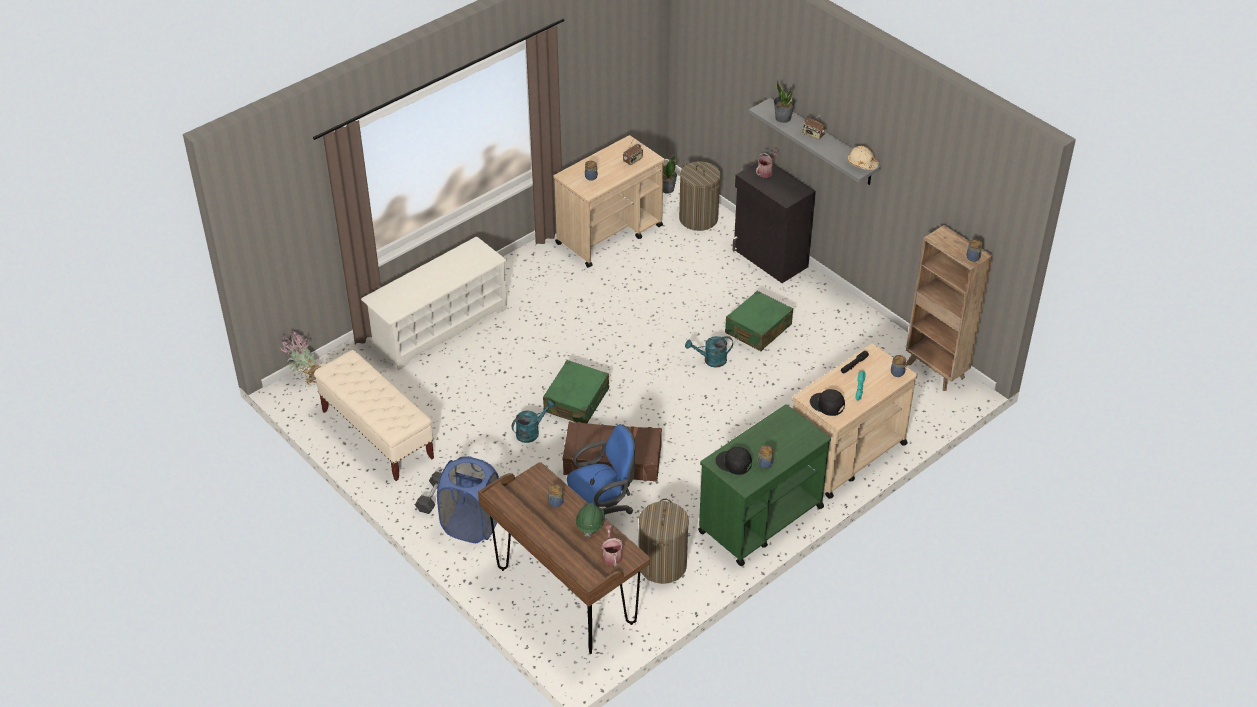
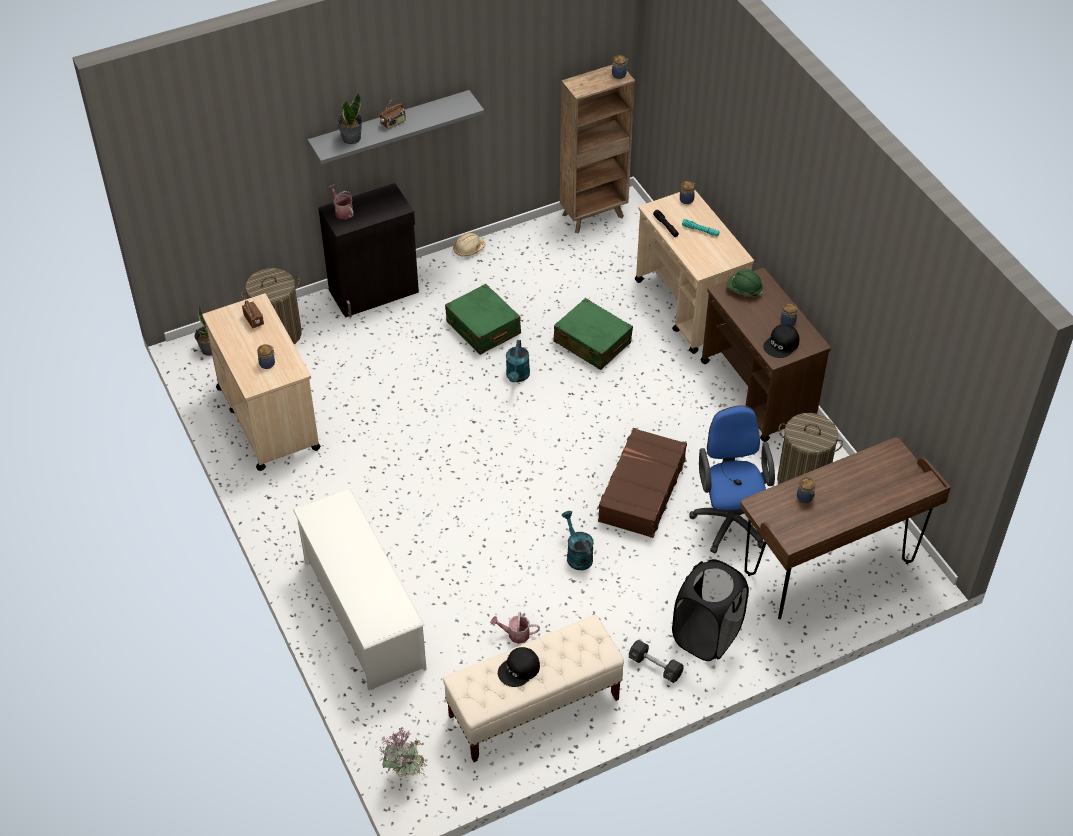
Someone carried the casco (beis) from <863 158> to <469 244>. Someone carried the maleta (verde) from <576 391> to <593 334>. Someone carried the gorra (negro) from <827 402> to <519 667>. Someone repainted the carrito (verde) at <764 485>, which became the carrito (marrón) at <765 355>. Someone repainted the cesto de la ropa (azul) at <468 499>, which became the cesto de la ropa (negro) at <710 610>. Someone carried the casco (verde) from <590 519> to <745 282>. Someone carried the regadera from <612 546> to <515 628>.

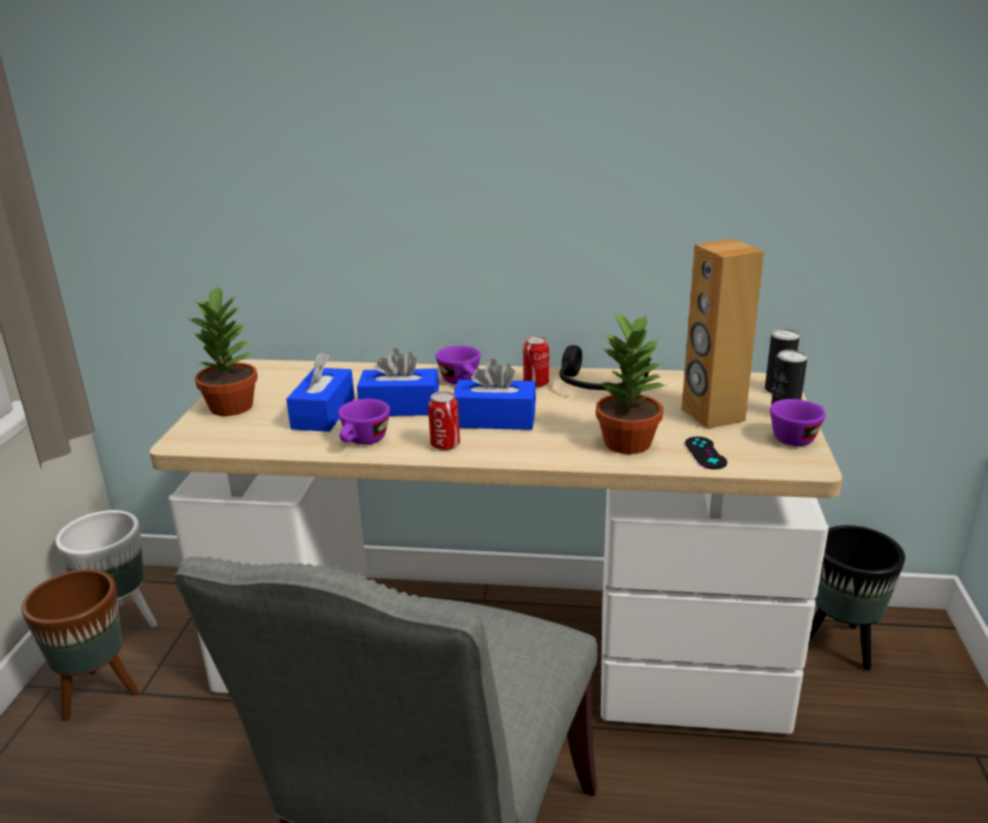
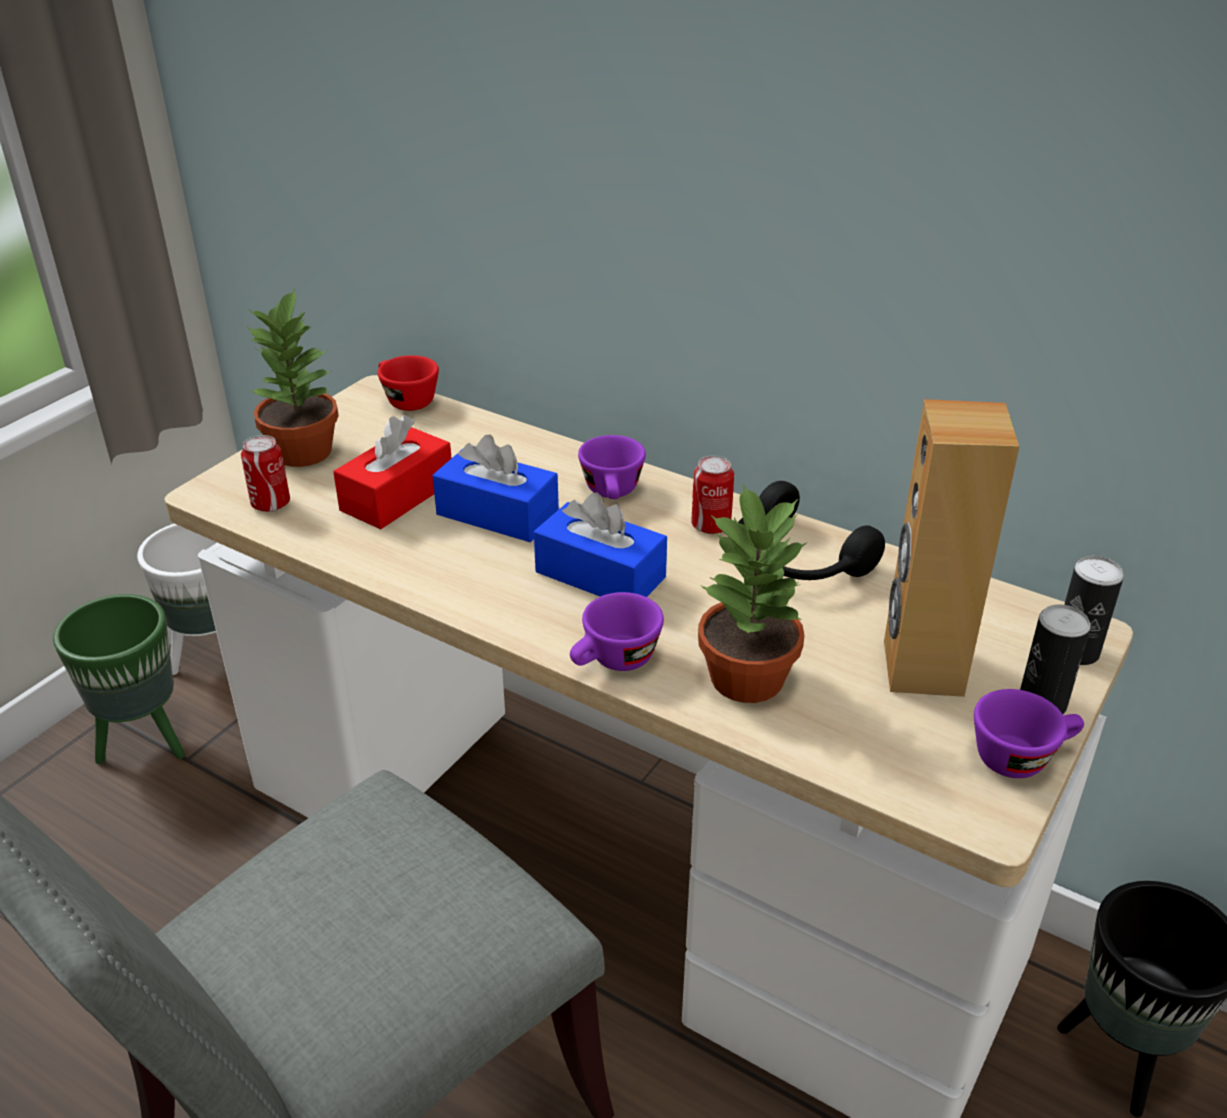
Someone repainted the caja de pañuelos (azul) at <320 392>, which became the caja de pañuelos (rojo) at <392 472>. Someone carried the lata from <444 420> to <265 473>. Someone carried the taza (morado) from <364 422> to <617 631>. Someone took away the mando de consola (negro) at <706 453>. Someone repainted the maceta (marrón) at <80 645>, which became the maceta (verde) at <119 679>. Someone put down the taza (rojo) at <408 383>.

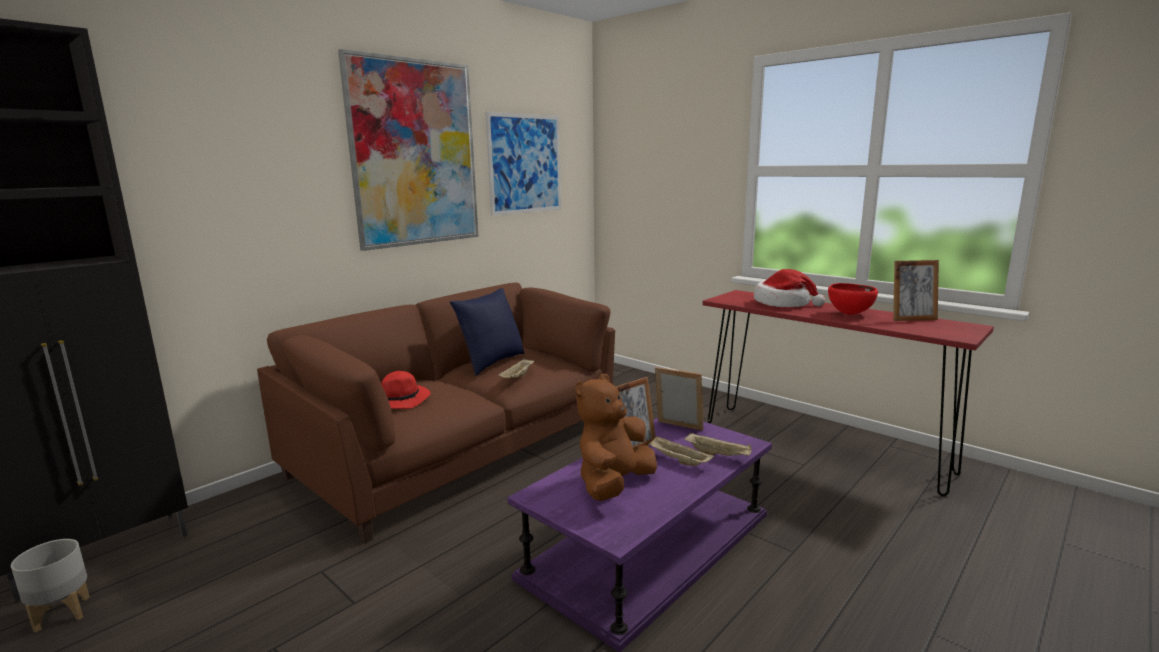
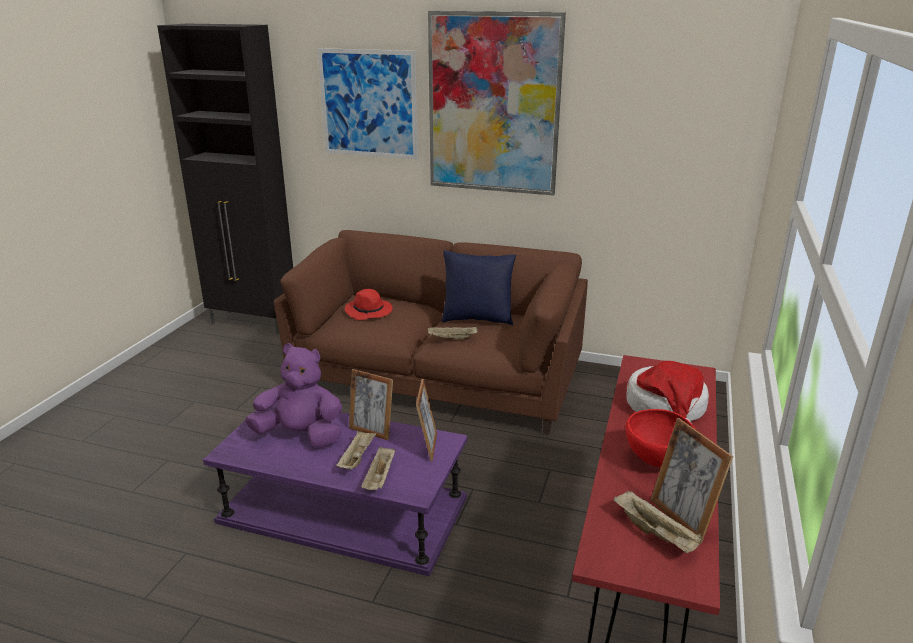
Someone carried the cuadro from <523 164> to <368 103>. Someone repainted the peluche (marrón) at <616 437>, which became the peluche (morado) at <293 395>. Someone took away the maceta (gris) at <50 586>. Someone put down the bandeja (beis) at <658 522>.

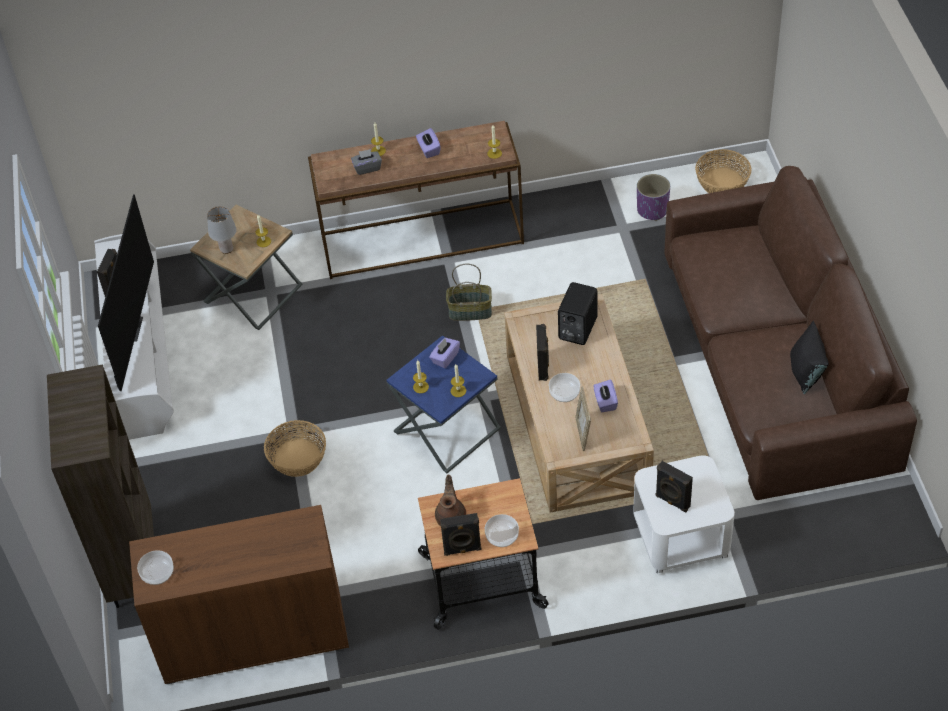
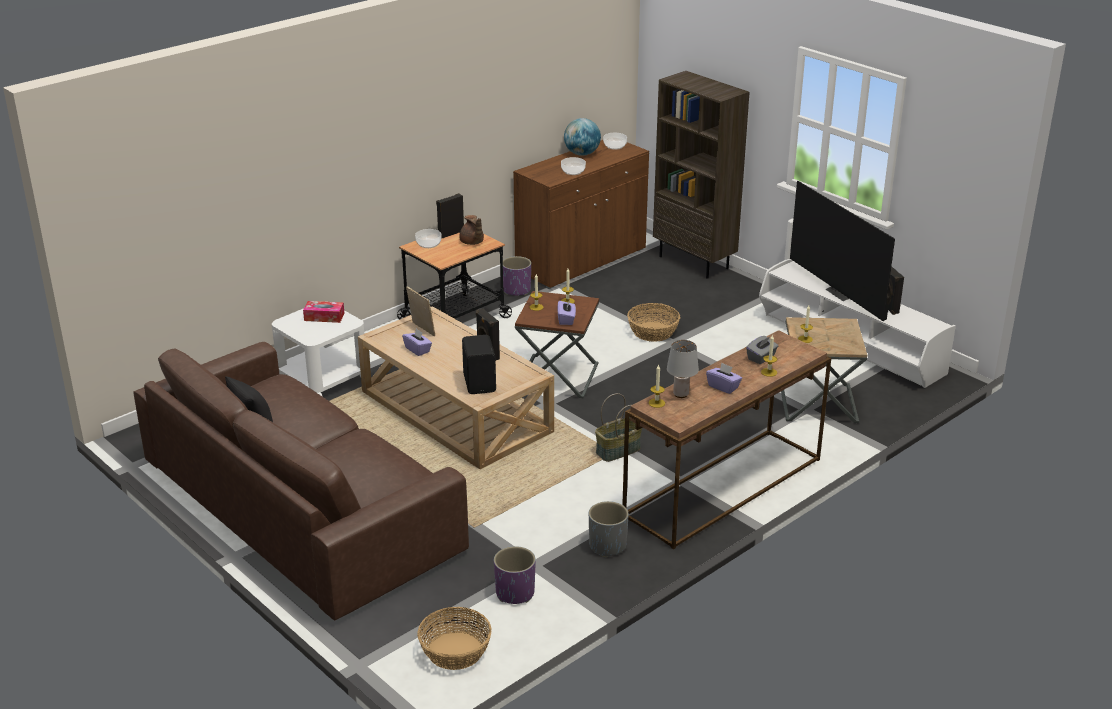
Someone carried the lámpara de mesa (gris) from <222 230> to <683 369>. Someone repainted the mesa auxiliar (azul) at <443 404>, which became the mesa auxiliar (marrón) at <557 344>. Someone carried the cuenco from <564 387> to <573 166>. Someone swapped the altavoz (negro) at <674 486> for the caja de pañuelos at <324 312>. Someone put down the globo terráqueo at <582 137>. Someone put down the maceta (morado) at <517 276>. Someone put down the maceta (gris) at <609 529>.

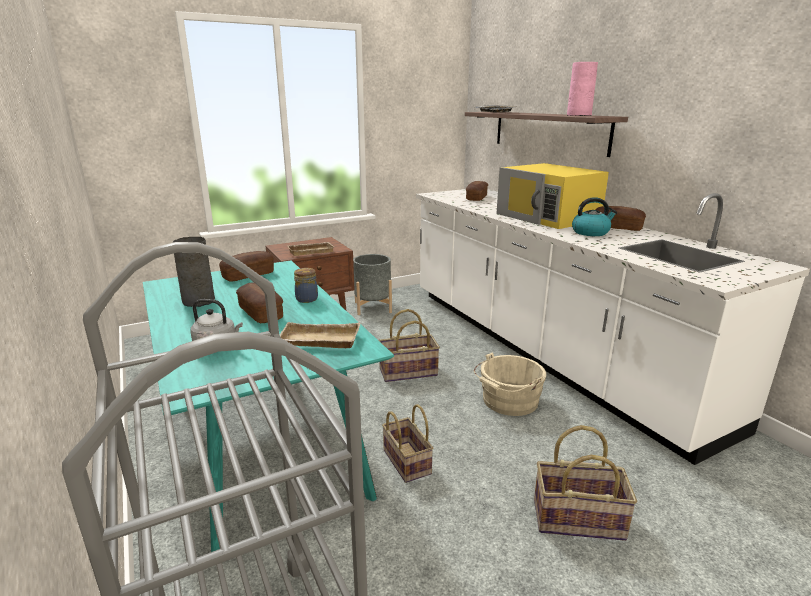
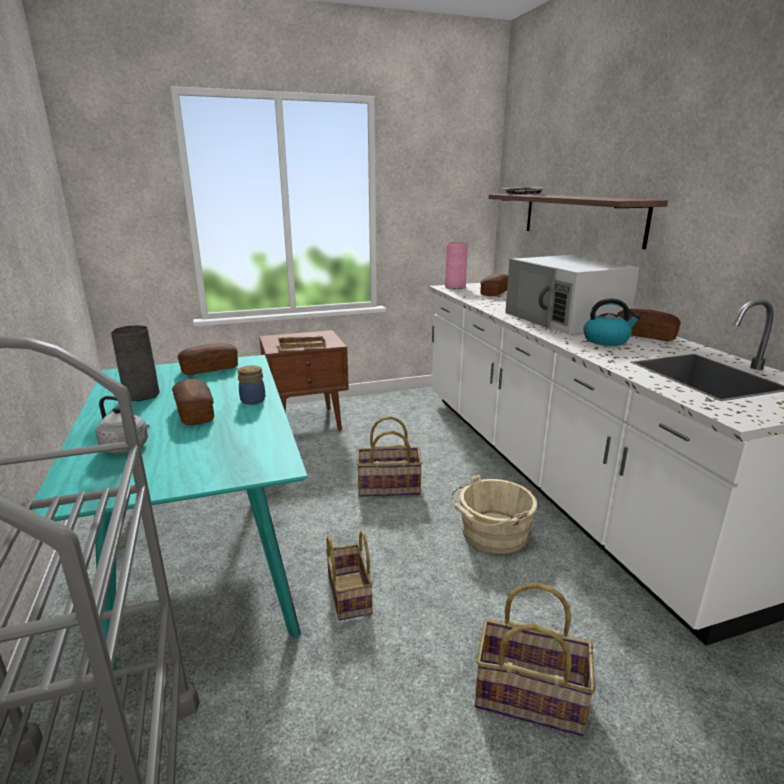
Someone carried the florero (rosa) from <582 89> to <456 265>. Someone repainted the microondas (amarillo) at <552 196>, which became the microondas (blanco) at <572 294>. Someone took away the maceta (gris) at <372 284>. Someone took away the bandeja (beis) at <320 335>.

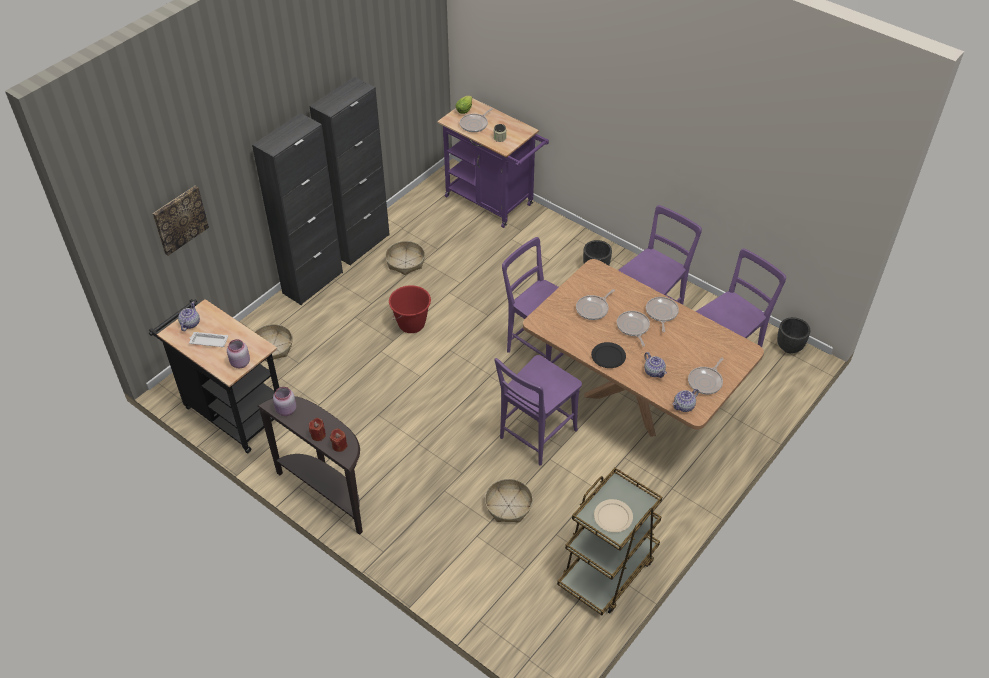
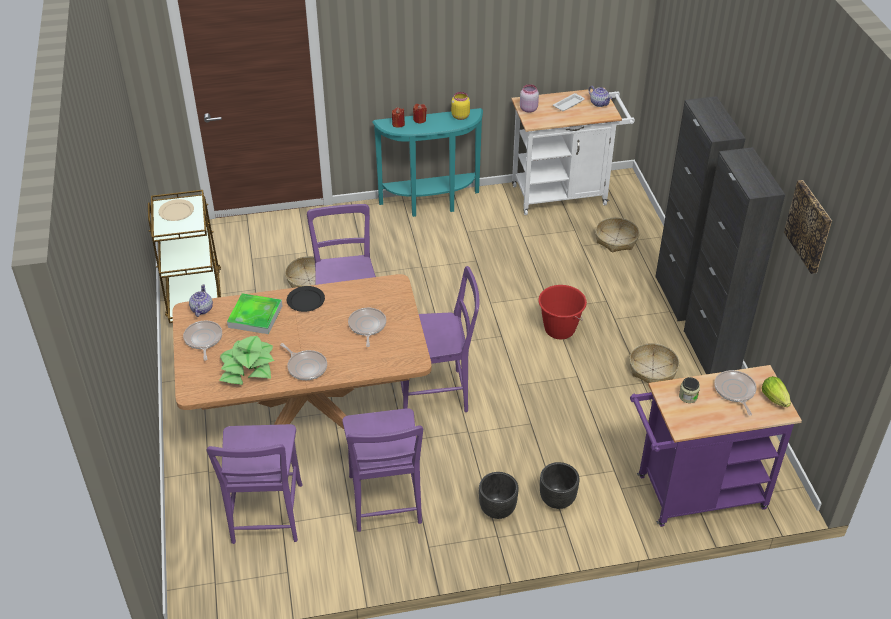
Someone carried the cuadro from <181 221> to <808 227>. Someone repainted the carrito (negro) at <214 376>, which became the carrito (blanco) at <573 151>. Someone took away the sartén at <633 328>. Someone carried the maceta (negro) from <793 335> to <560 485>. Someone swapped the tetera at <655 365> for the bandeja at <254 313>. Someone repainted the tarro (rosa) at <284 401>, which became the tarro (amarillo) at <460 106>. Someone repainted the mesa consola (marrón) at <310 465>, which became the mesa consola (turquesa) at <427 162>. Someone put down the planta en maceta at <246 360>.

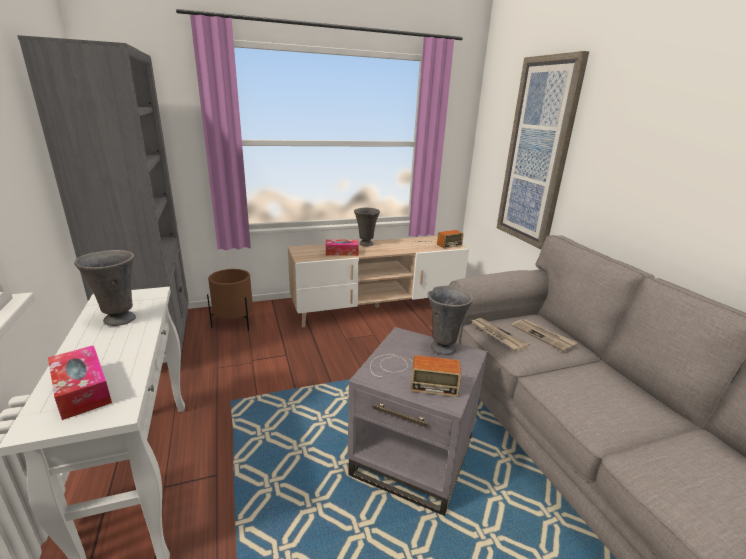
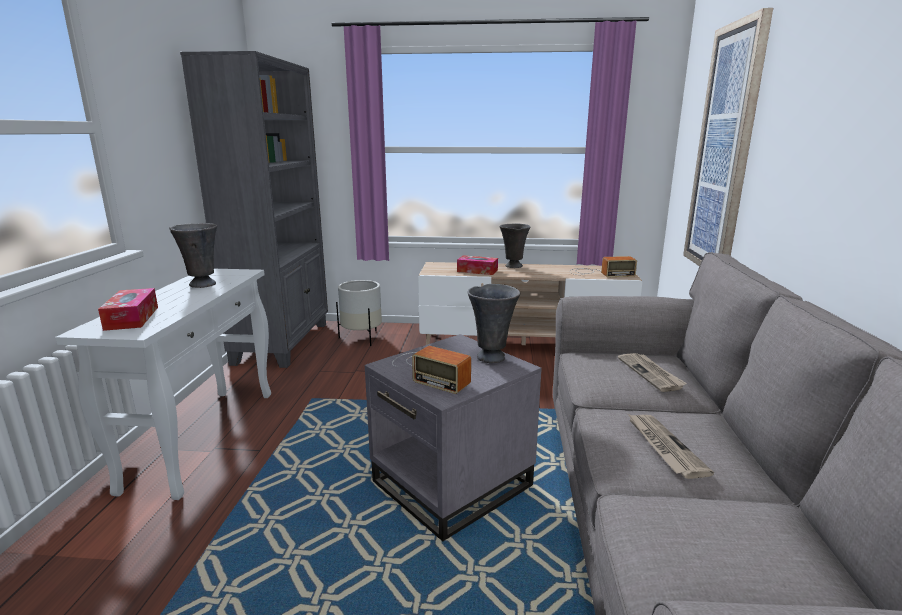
Someone repainted the maceta (marrón) at <230 300>, which became the maceta (blanco) at <359 313>. Someone carried the periódico from <500 334> to <671 446>.

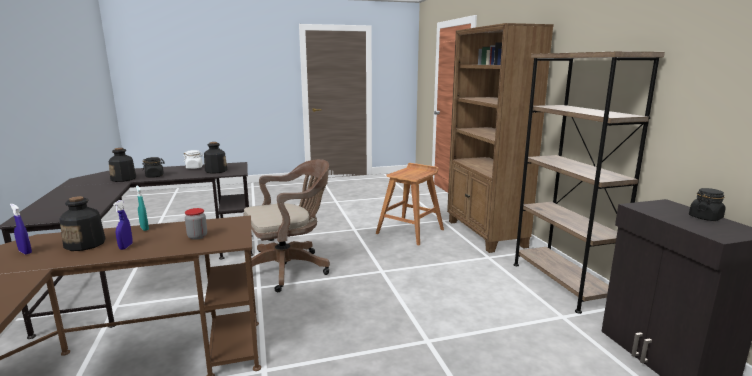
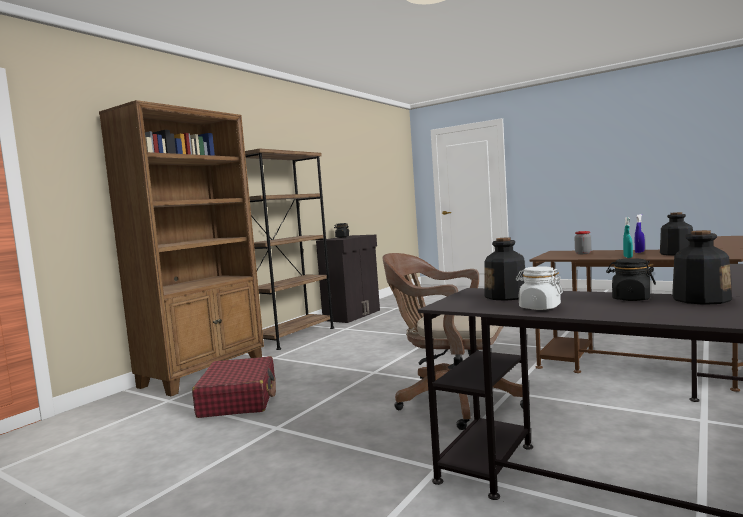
Someone swapped the taburete (marrón) at <410 204> for the maleta (rojo) at <234 387>. Someone took away the pulverizador (azul) at <21 229>.

